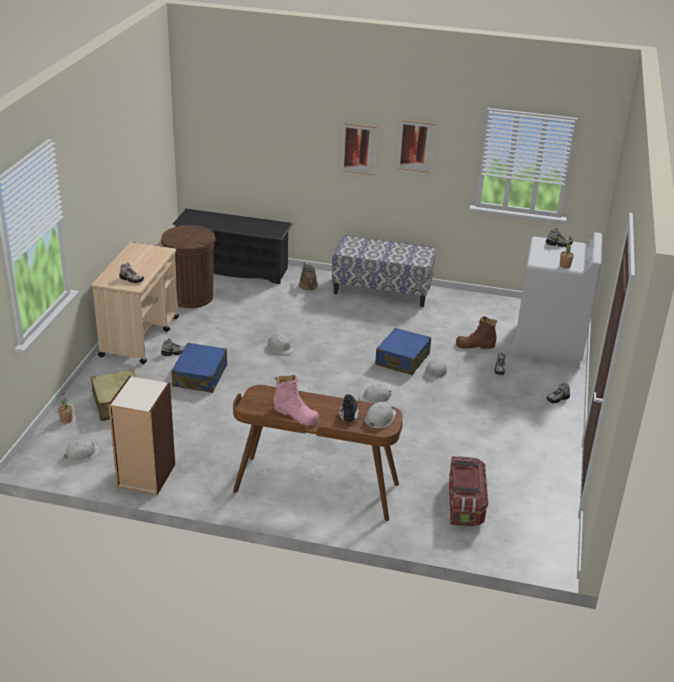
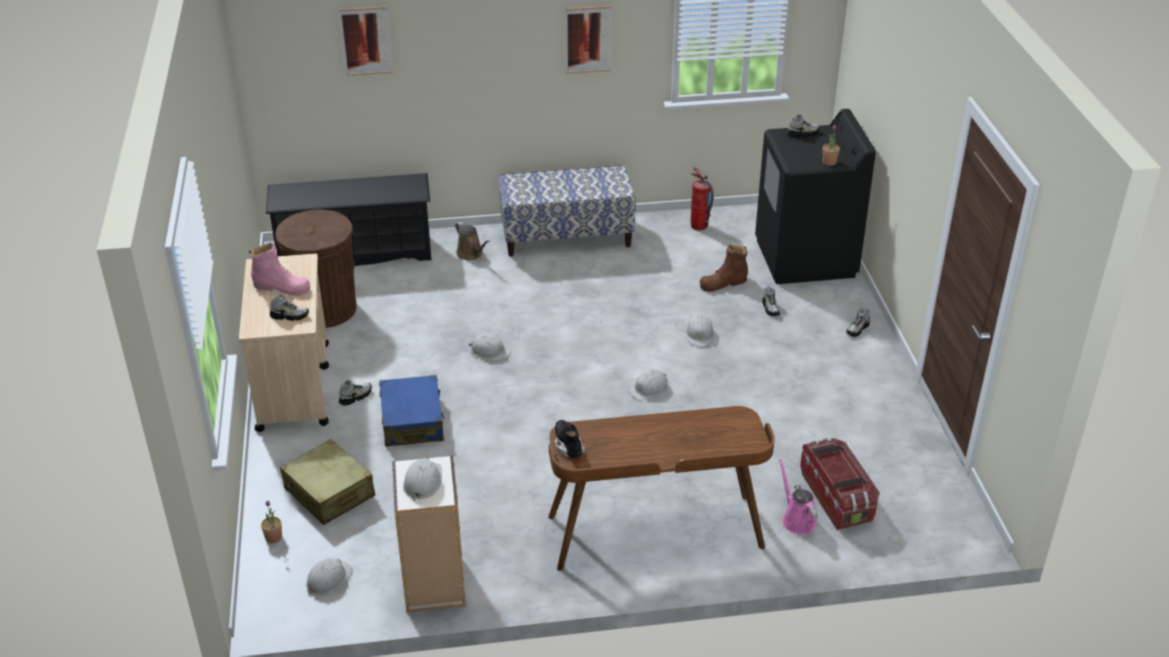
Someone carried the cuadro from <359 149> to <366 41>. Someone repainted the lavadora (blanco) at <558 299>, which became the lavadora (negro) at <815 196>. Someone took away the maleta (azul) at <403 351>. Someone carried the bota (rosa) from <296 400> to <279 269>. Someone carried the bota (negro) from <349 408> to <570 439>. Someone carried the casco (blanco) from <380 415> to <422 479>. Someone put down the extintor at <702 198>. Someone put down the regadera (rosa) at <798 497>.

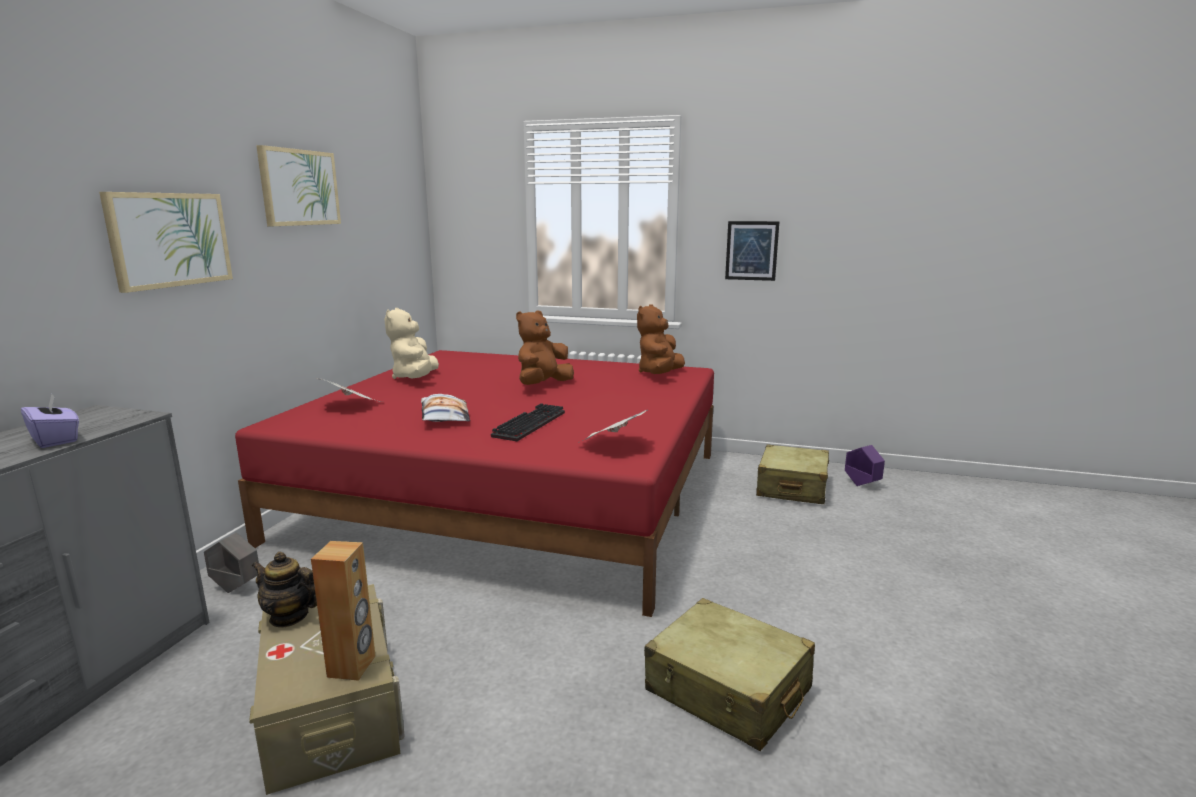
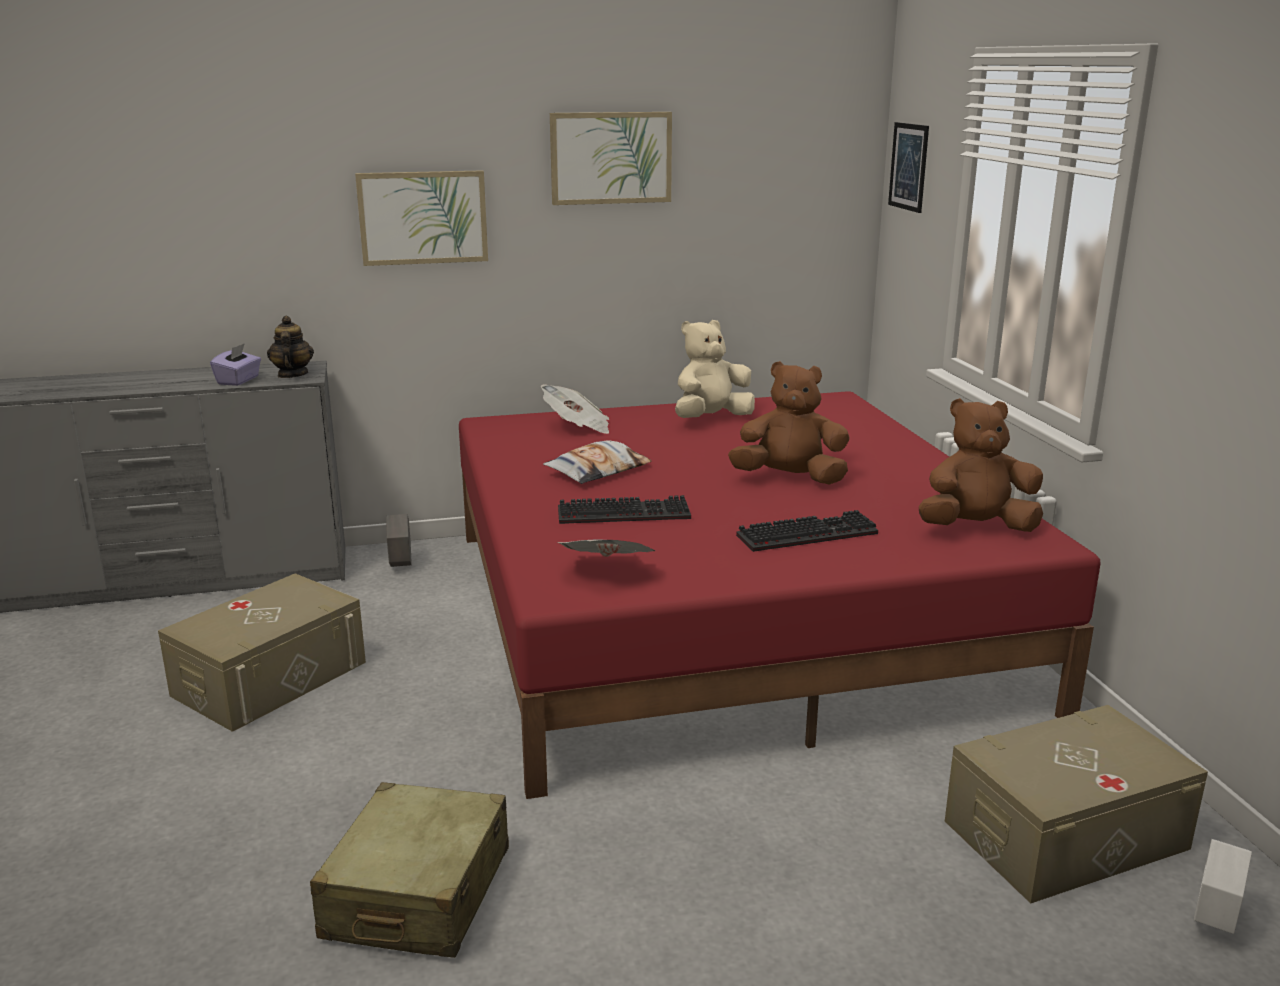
Someone carried the cuadro from <752 251> to <908 167>. Someone swapped the maleta (beis) at <792 474> for the caja de almacenaje (beis) at <1076 804>. Someone repainted the maceta (morado) at <865 465>, which became the maceta (blanco) at <1223 886>. Someone took away the altavoz (marrón) at <343 611>. Someone carried the tetera from <284 590> to <290 347>. Someone put down the teclado at <807 531>.

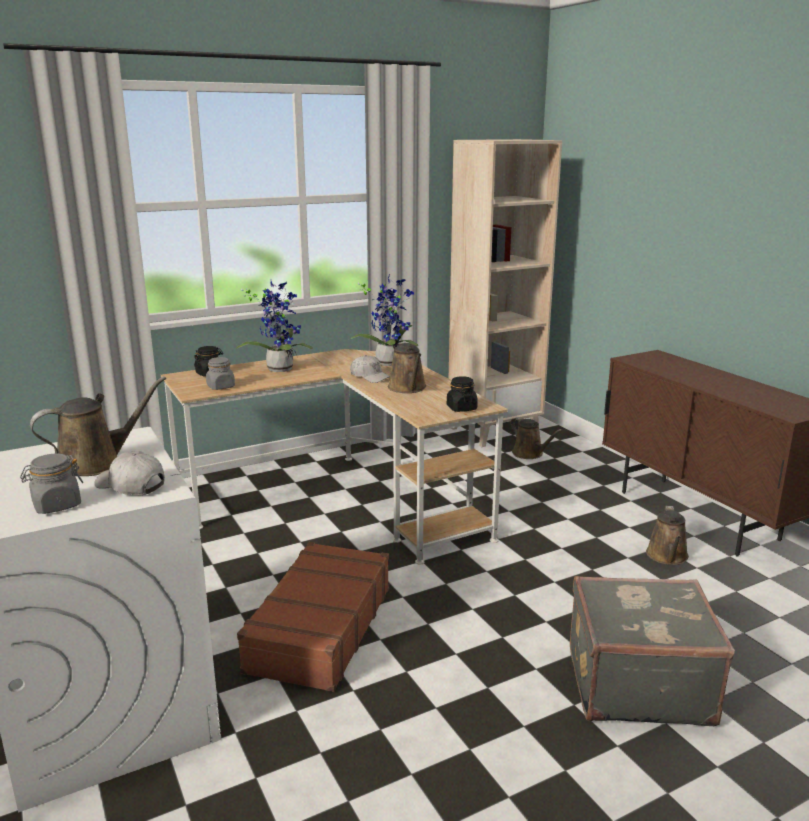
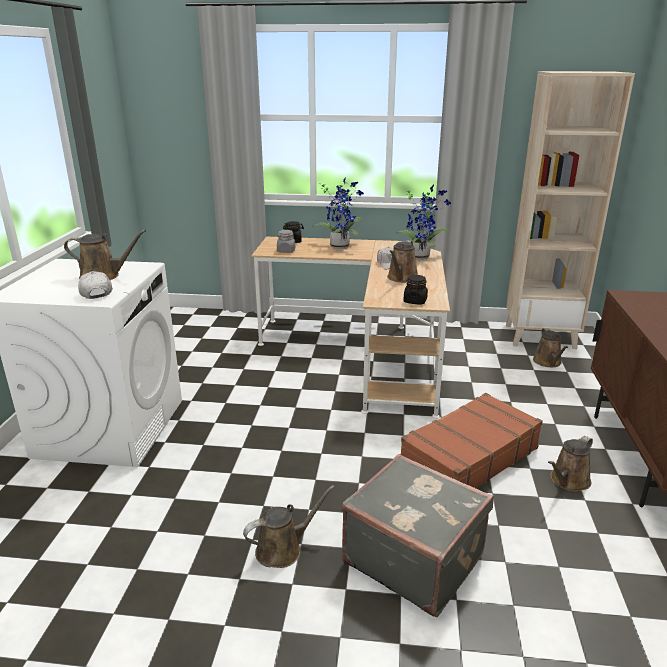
Someone took away the tarro (gris) at <52 484>. Someone carried the maleta (marrón) from <313 617> to <472 440>. Someone put down the regadera (marrón) at <289 526>.

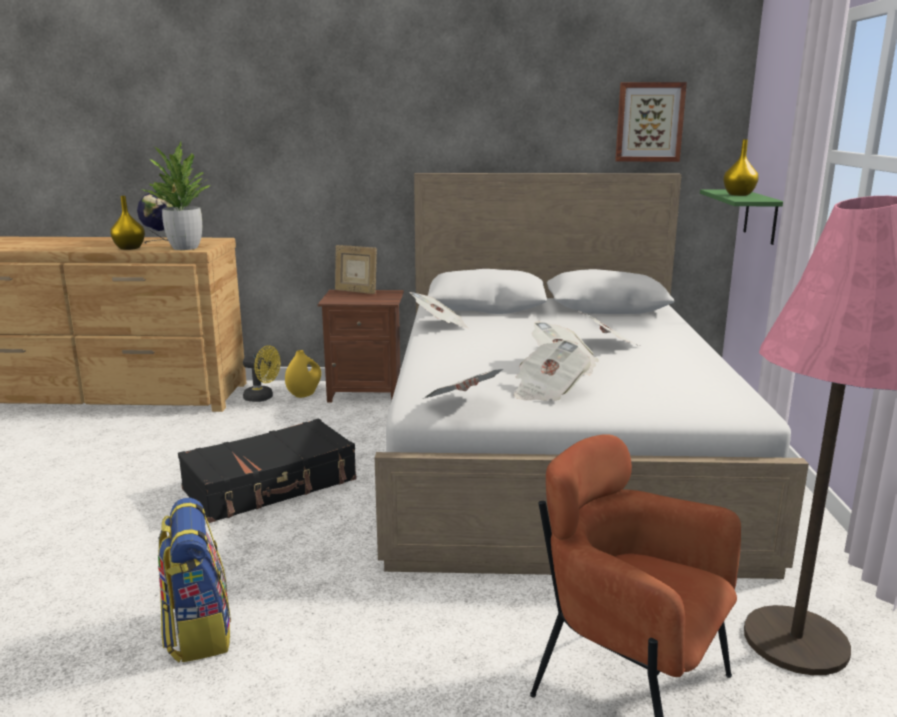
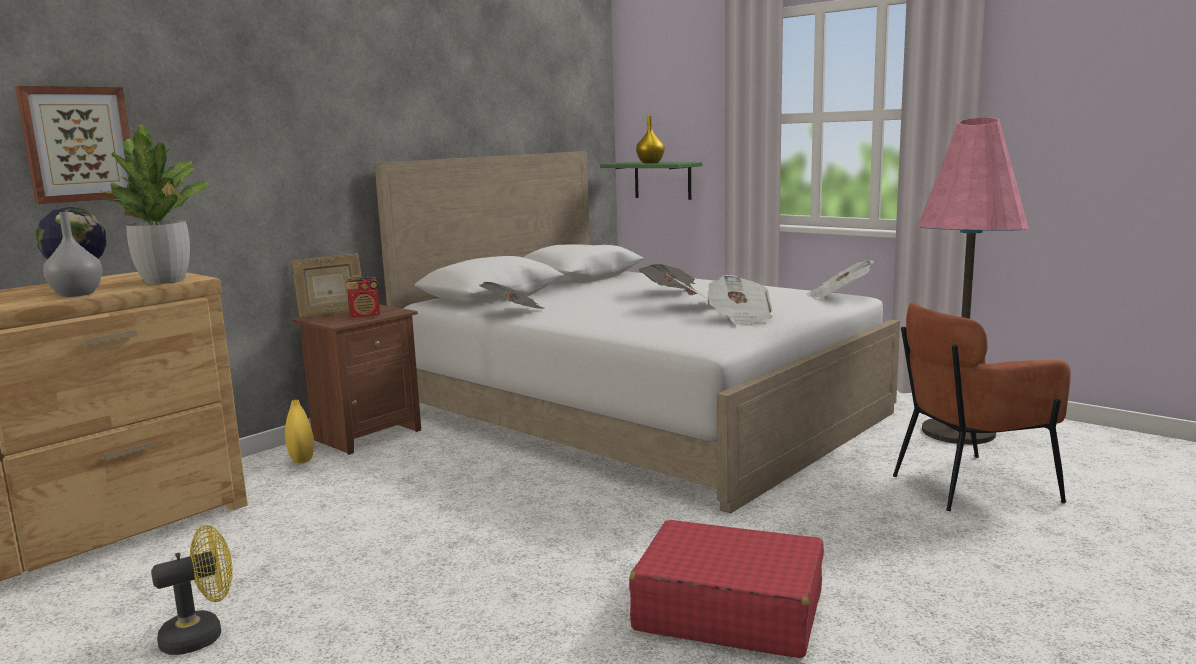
Someone carried the cuadro from <651 122> to <72 145>. Someone repainted the florero (amarillo) at <127 223>, which became the florero (gris) at <72 254>. Someone carried the ventilador (amarillo) from <261 373> to <191 590>. Someone carried the periódico from <462 384> to <840 279>. Someone took away the maleta (negro) at <267 471>. Someone swapped the mochila at <194 580> for the maleta (rojo) at <726 589>. Someone put down the radio at <363 296>.

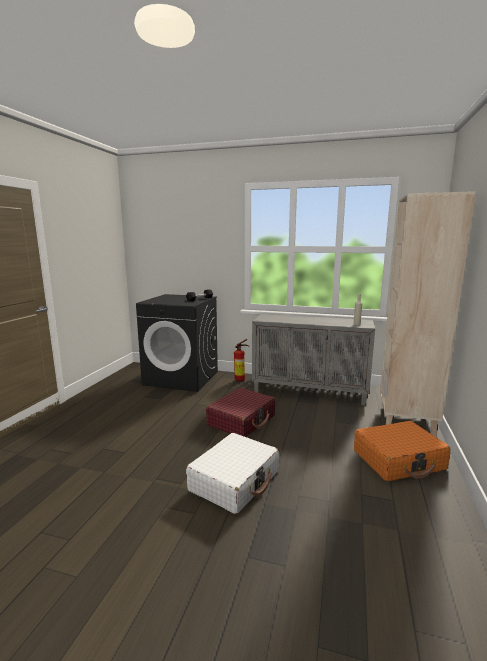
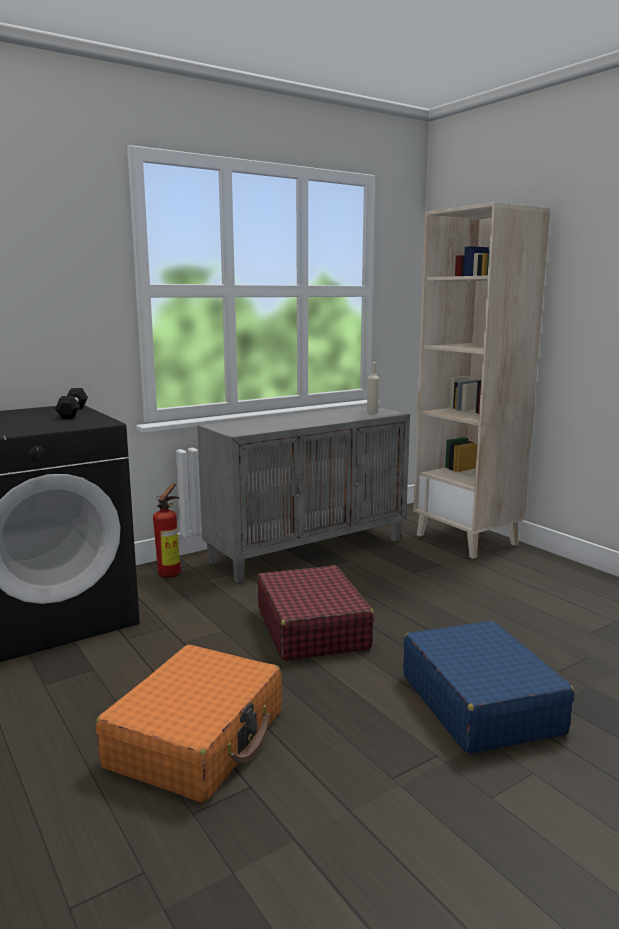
Someone carried the maleta (naranja) from <402 451> to <189 724>. Someone repainted the maleta (blanco) at <232 473>, which became the maleta (azul) at <489 687>.

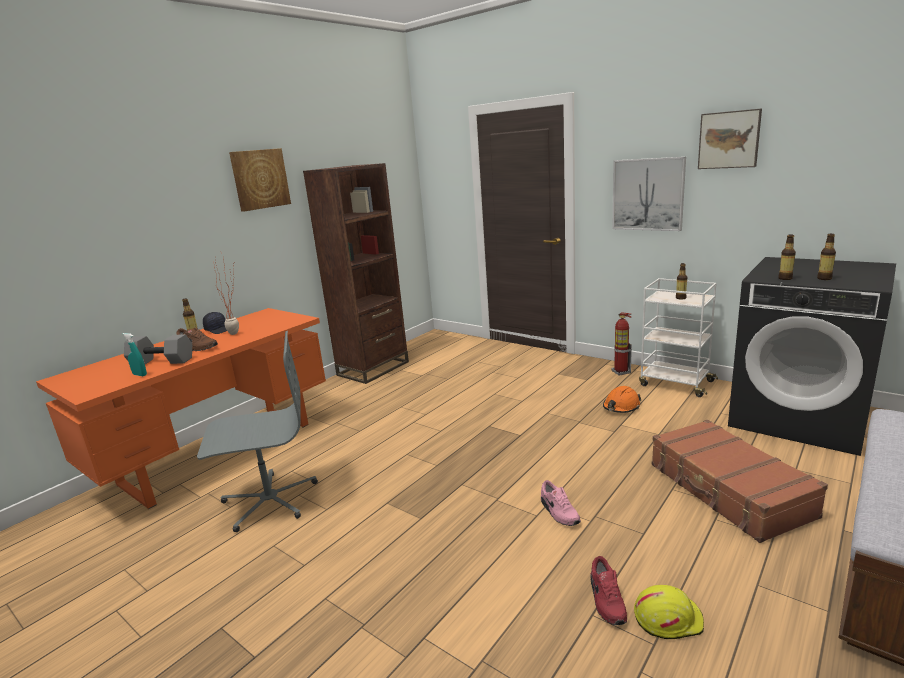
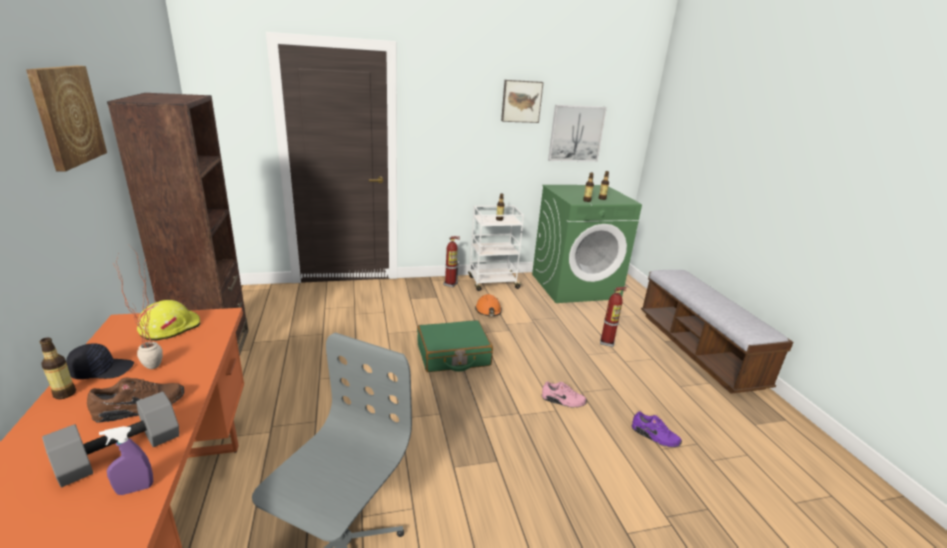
Someone carried the cuadro from <649 194> to <577 133>. Someone repainted the lavadora (negro) at <812 356>, which became the lavadora (verde) at <587 244>. Someone repainted the pulverizador (turquesa) at <135 354>, which became the pulverizador (morado) at <126 460>. Someone swapped the maleta (marrón) at <740 481> for the extintor at <613 317>. Someone repainted the zapato (rojo) at <608 590>, which became the zapato (morado) at <657 429>. Someone carried the casco (amarillo) from <669 612> to <168 320>. Someone put down the maleta (verde) at <455 346>.

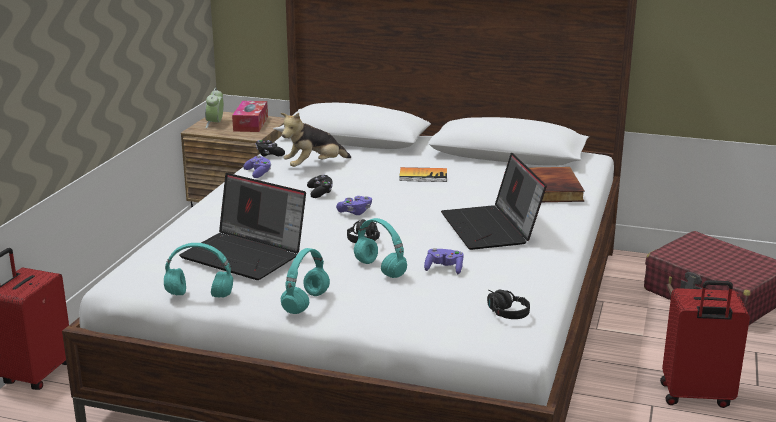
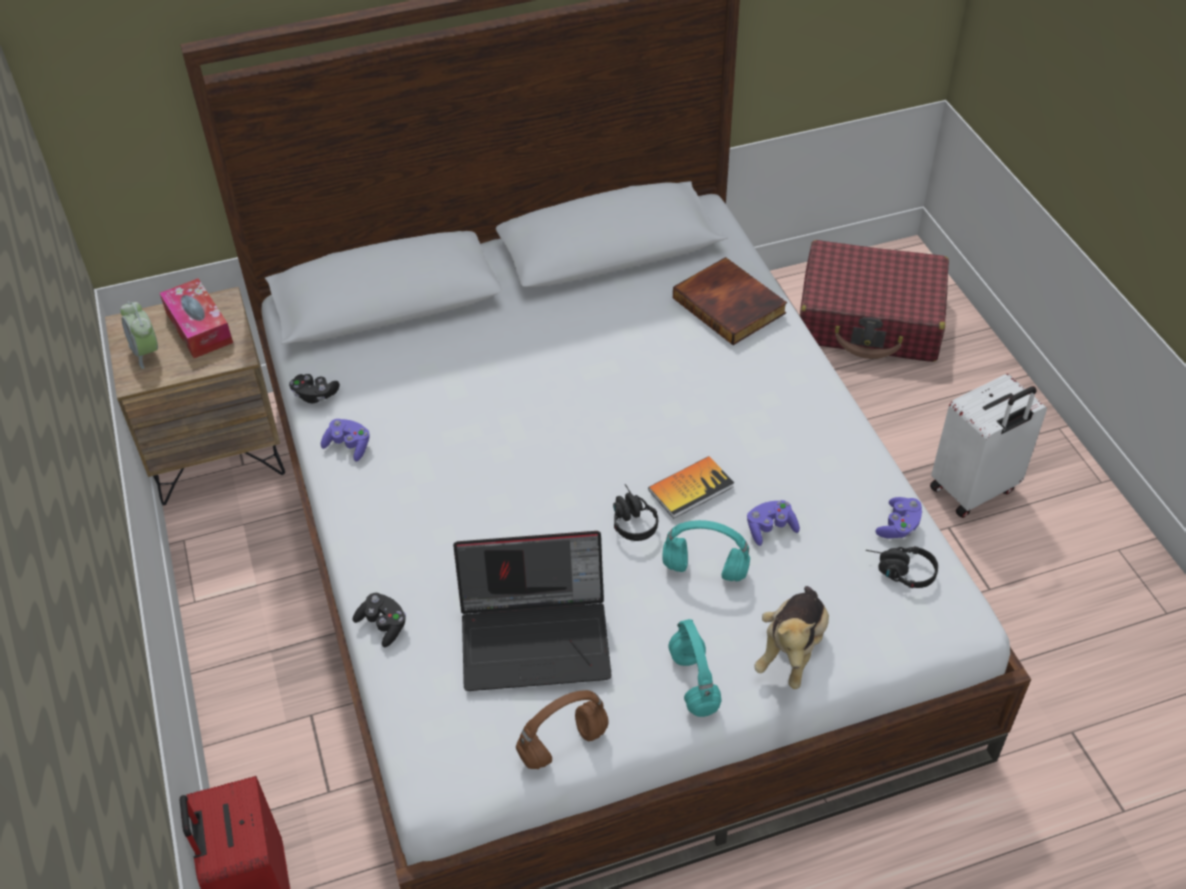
Someone carried the peluche from <316 140> to <791 637>. Someone took away the portátil at <494 201>. Someone carried the libro from <423 174> to <691 487>. Someone carried the mando de consola (negro) from <320 186> to <379 620>. Someone carried the mando de consola (morado) from <354 205> to <899 517>. Someone repainted the auriculares (turquesa) at <198 270>, which became the auriculares (marrón) at <562 729>. Someone repainted the maleta (rojo) at <705 344>, which became the maleta (blanco) at <988 446>.

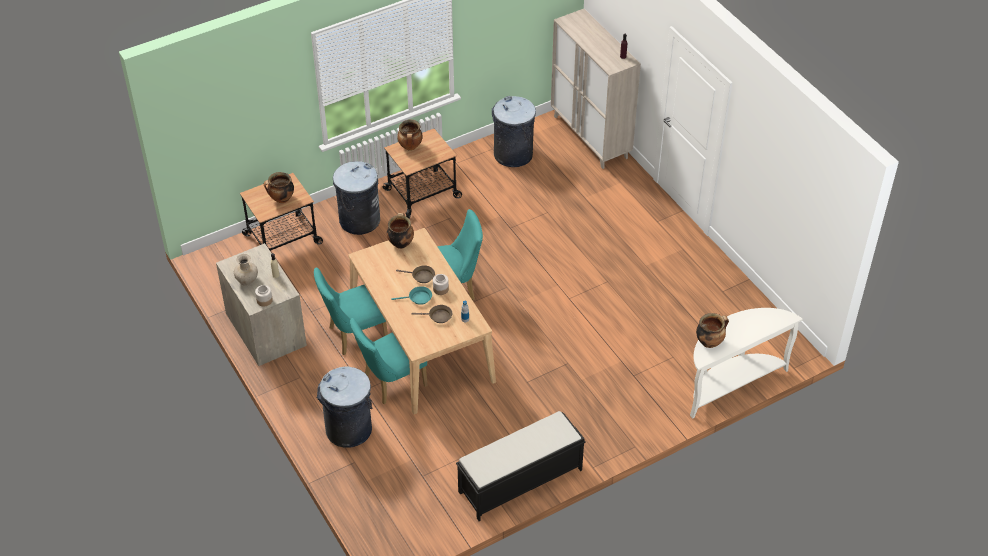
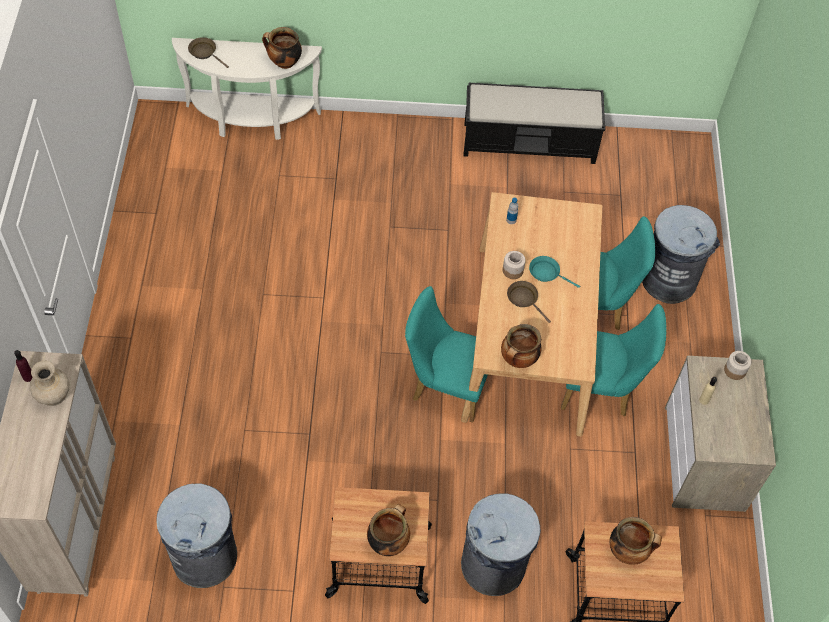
Someone carried the florero (beis) from <246 270> to <50 383>. Someone carried the sartén (marrón) from <431 314> to <208 52>.

